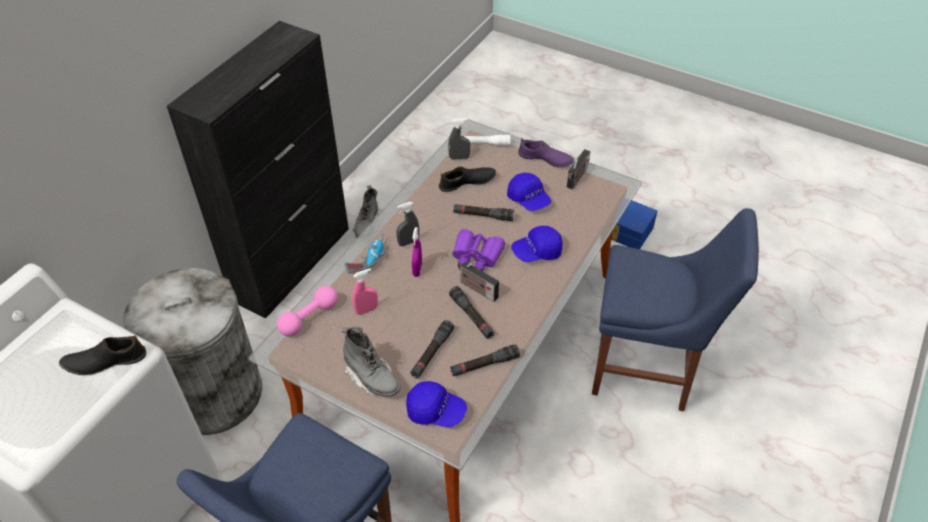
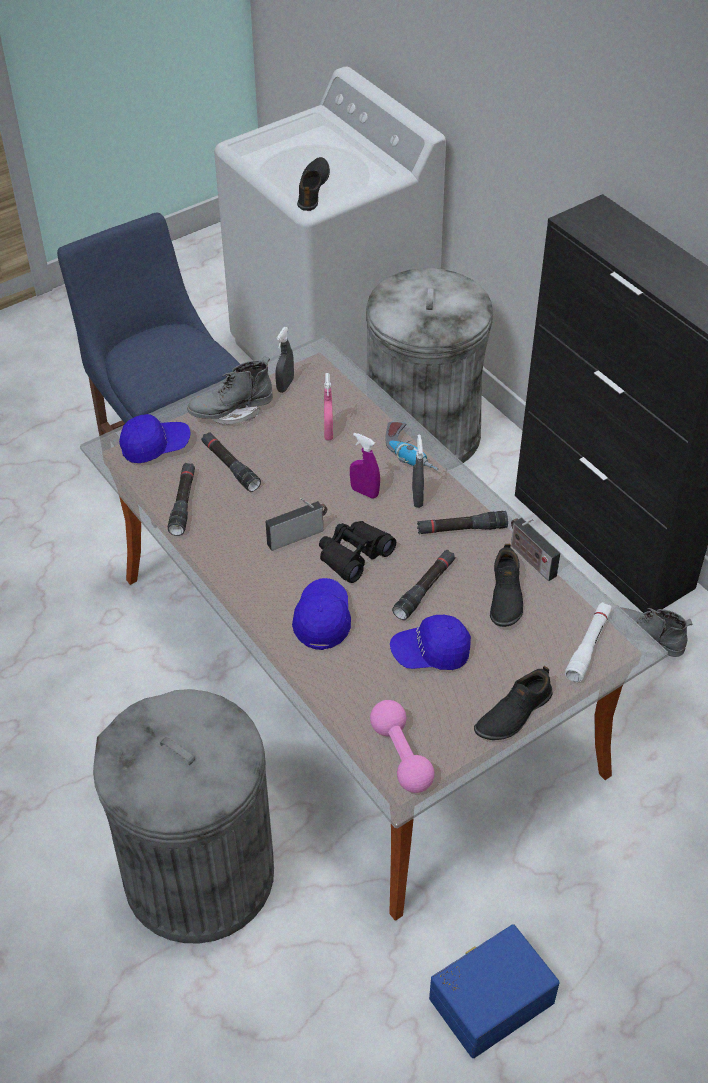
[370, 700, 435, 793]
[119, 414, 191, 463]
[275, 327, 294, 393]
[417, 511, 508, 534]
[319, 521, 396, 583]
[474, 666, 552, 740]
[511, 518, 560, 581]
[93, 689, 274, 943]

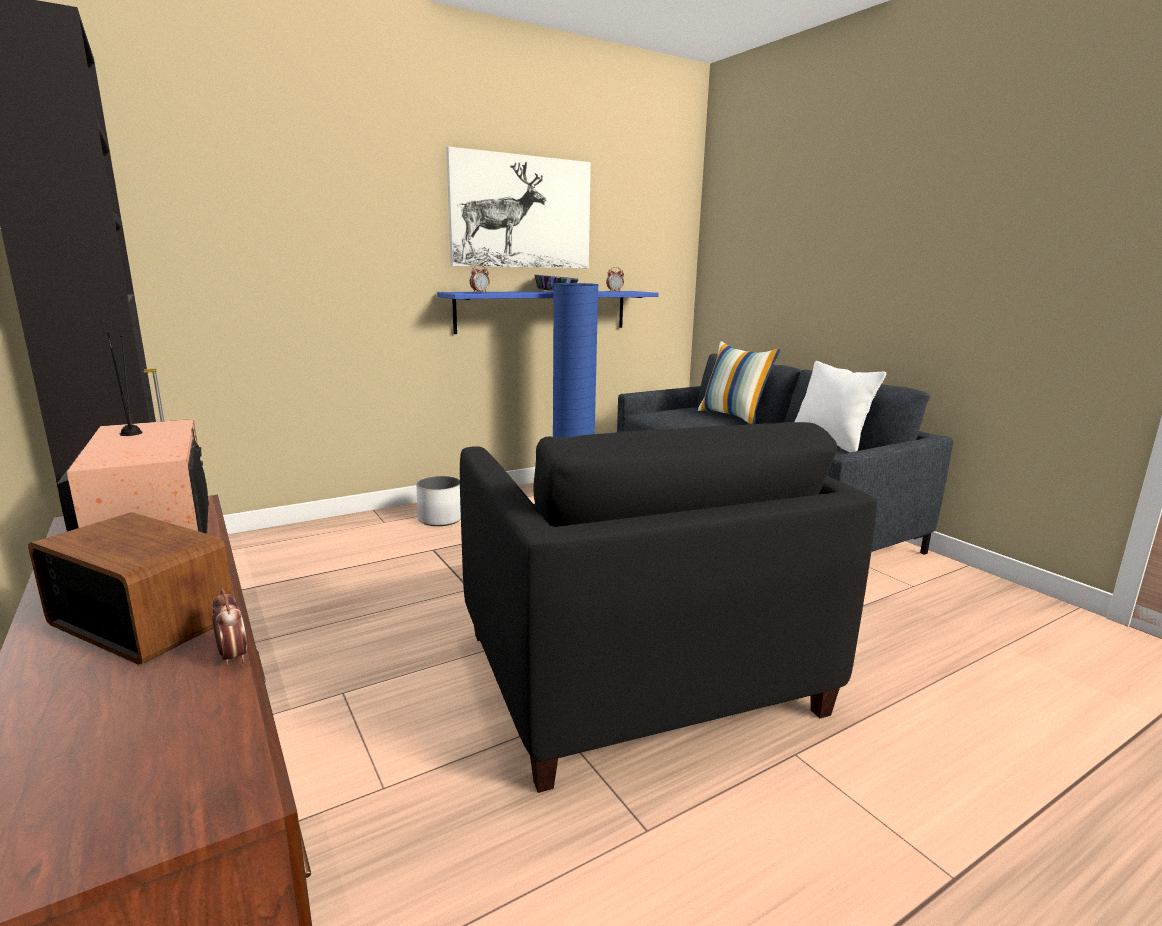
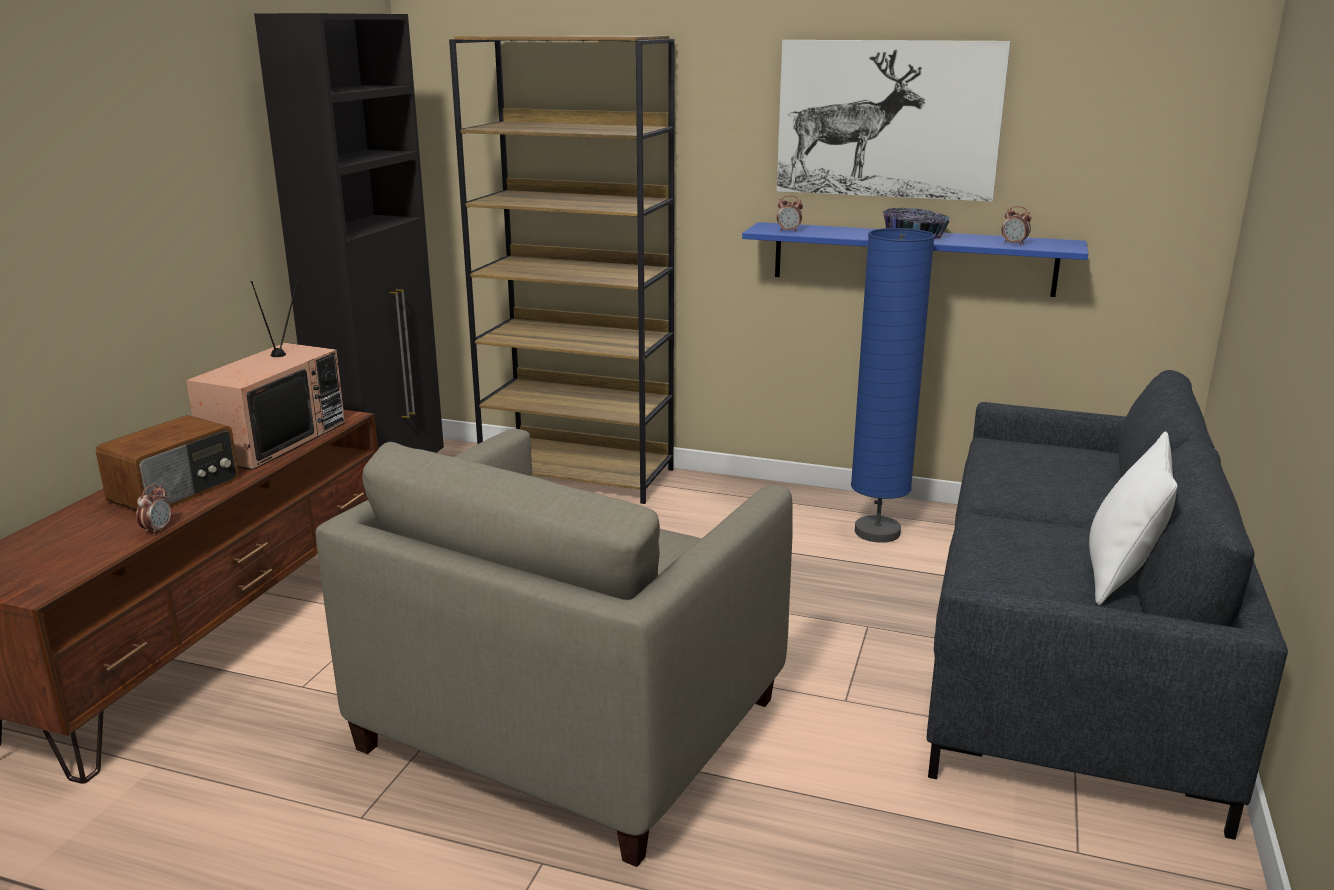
[96, 415, 239, 511]
[416, 476, 461, 526] (first image)
[316, 429, 793, 867]
[698, 341, 780, 424] (first image)
[449, 35, 675, 504]

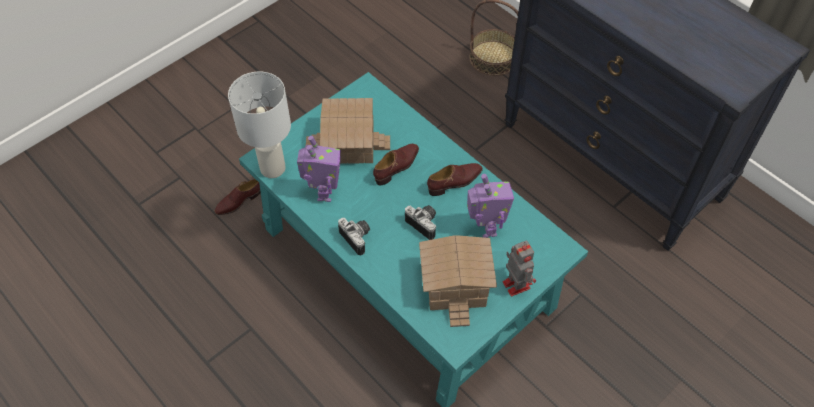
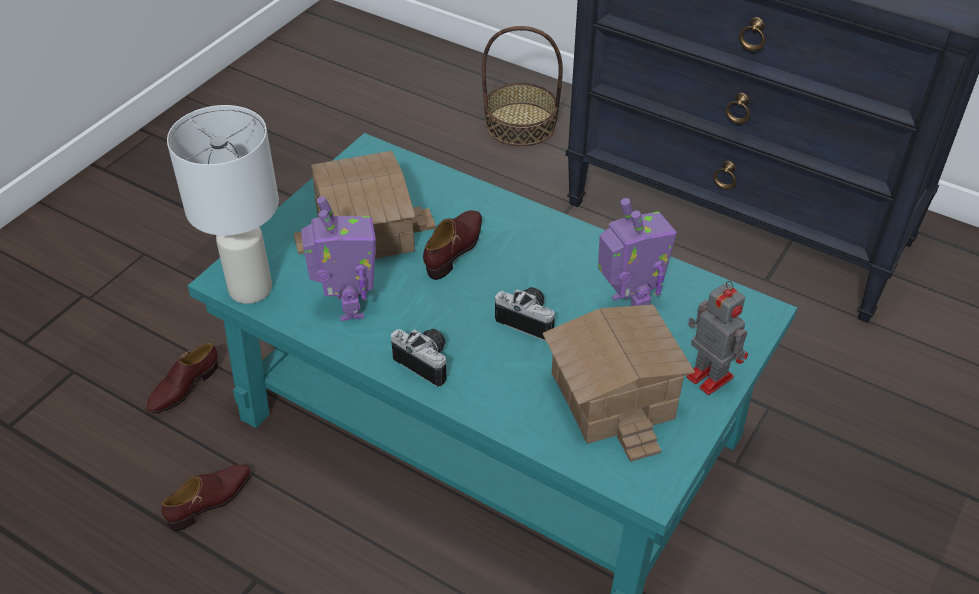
[162, 464, 252, 531]

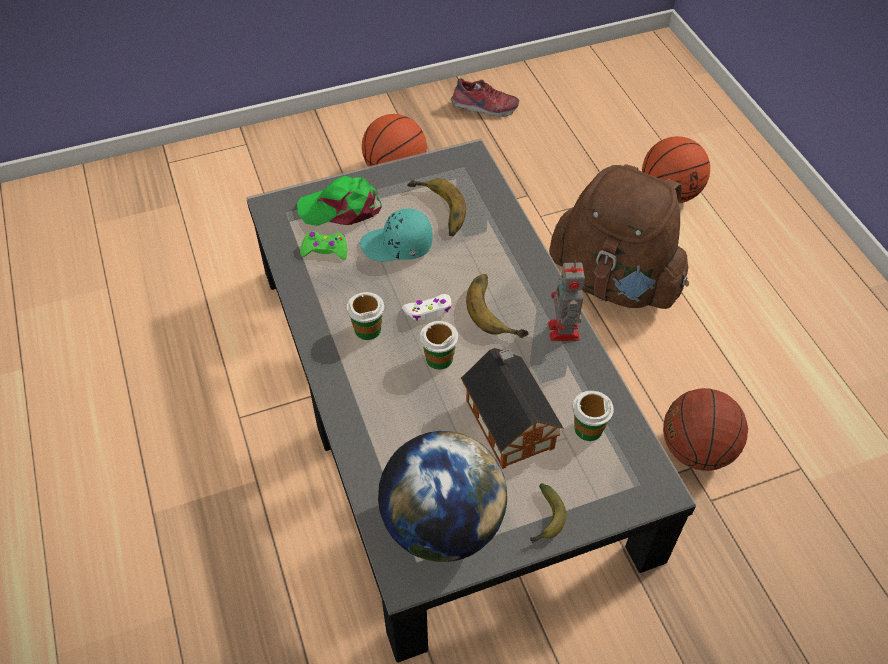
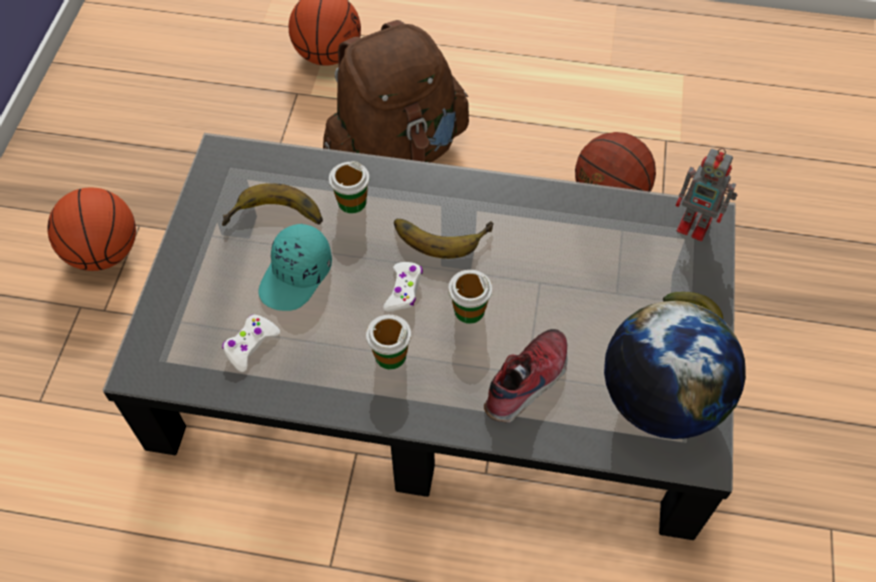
[297, 176, 382, 226] (first image)
[222, 314, 280, 372]
[484, 329, 568, 423]
[461, 348, 564, 469] (first image)
[675, 148, 737, 241]
[329, 161, 369, 214]

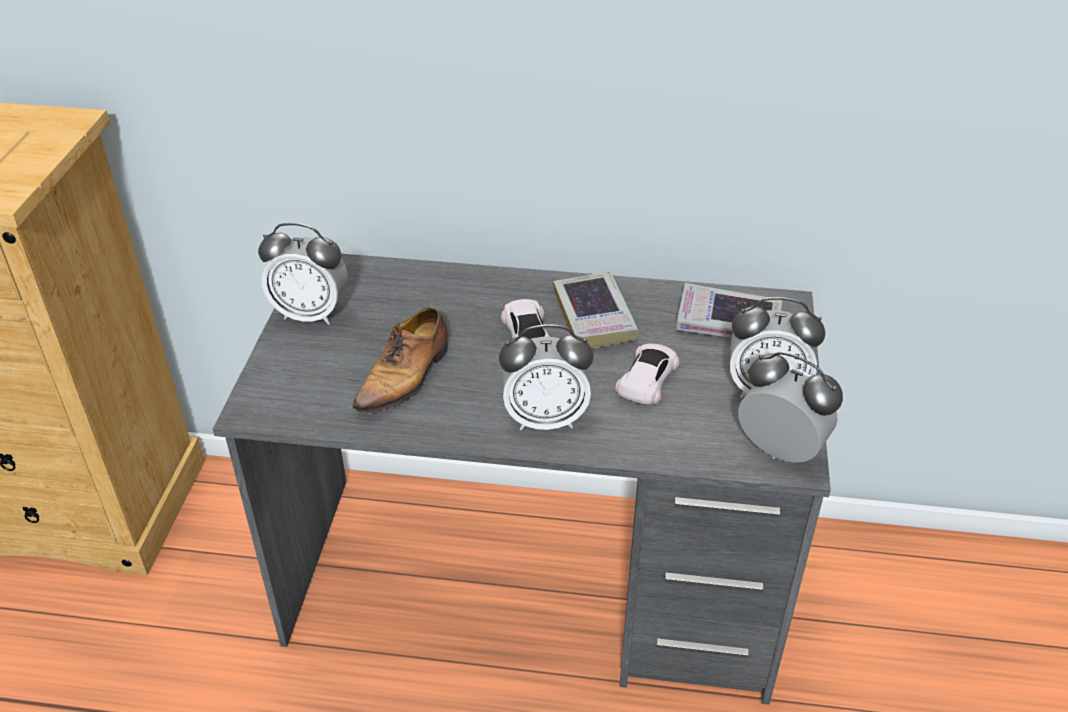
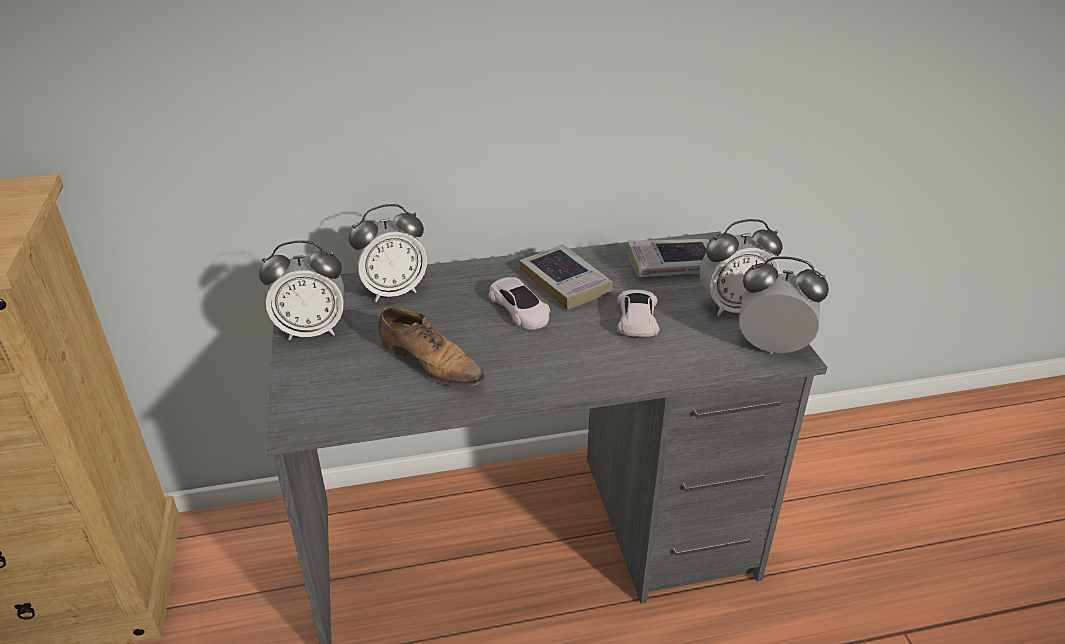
[378, 306, 485, 386]
[349, 204, 427, 302]

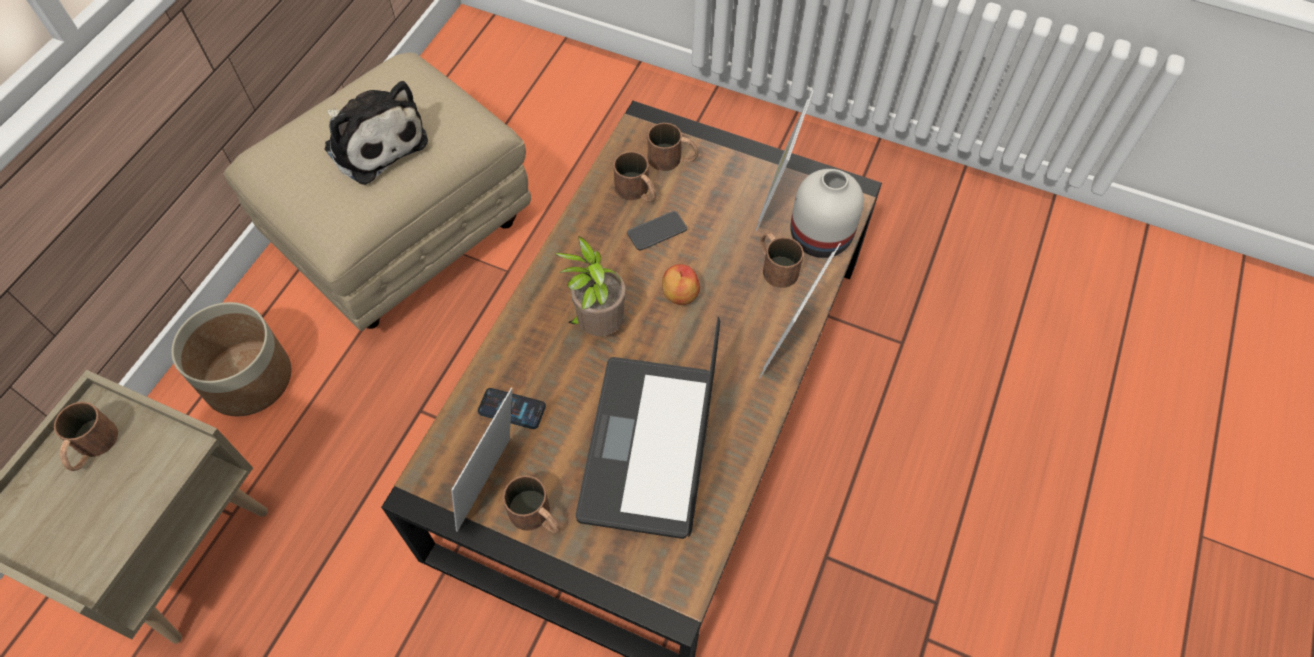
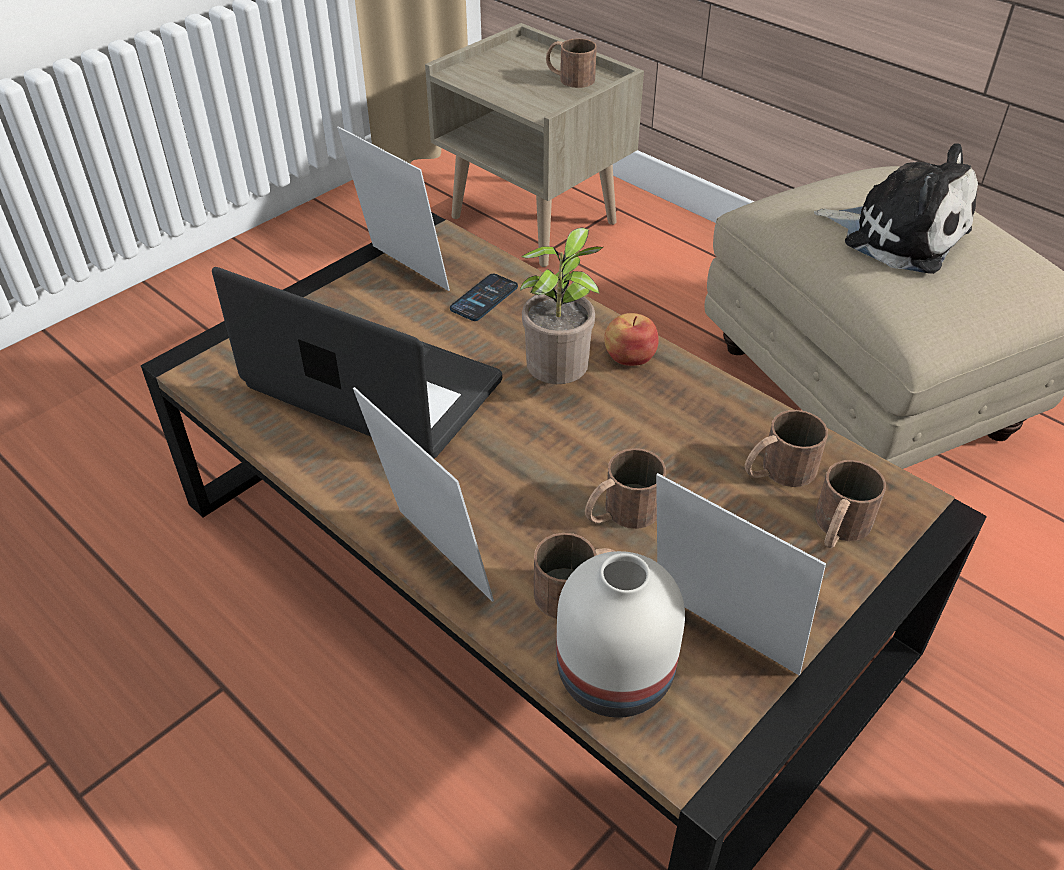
[171, 302, 291, 416] (first image)
[814, 143, 978, 274]
[585, 448, 666, 529]
[627, 211, 687, 251] (first image)
[604, 313, 659, 366]

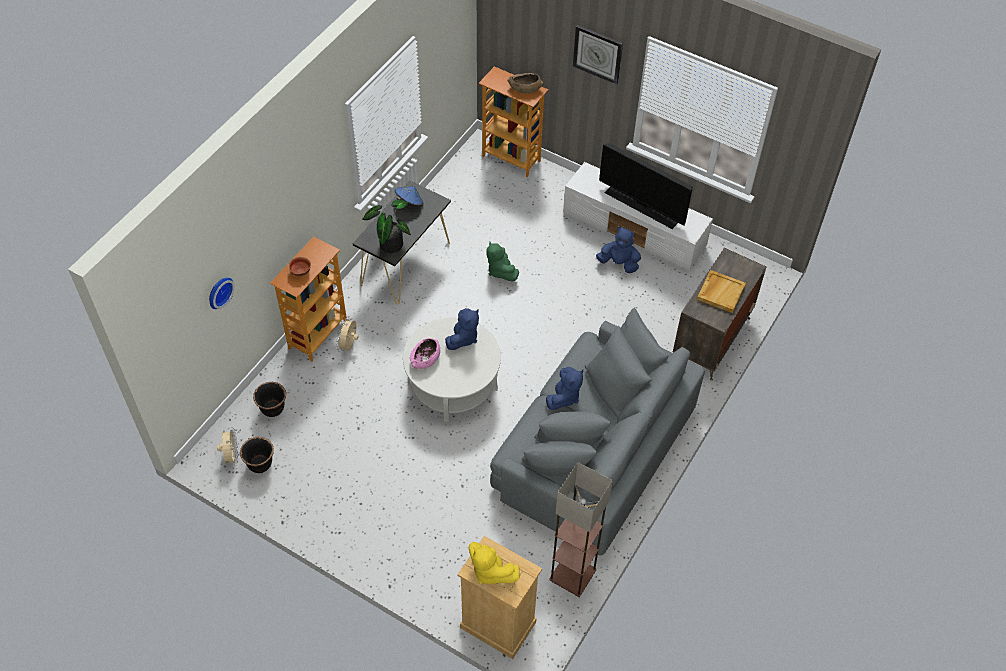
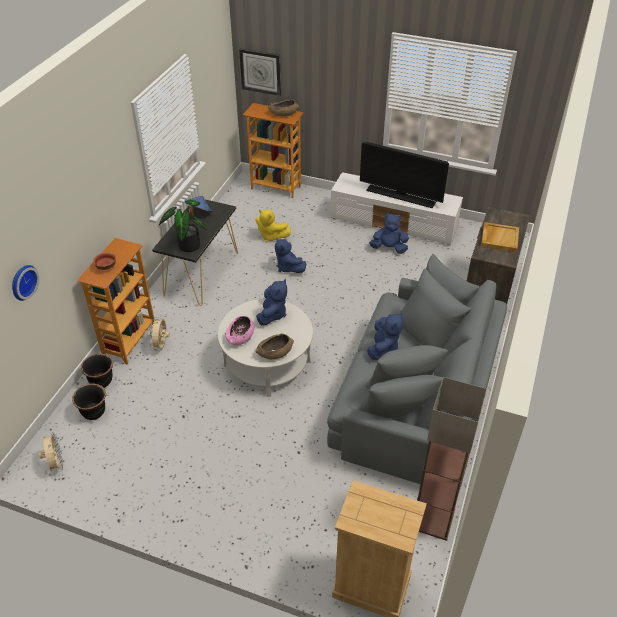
[81, 353, 113, 388]
[255, 209, 291, 242]
[275, 239, 306, 273]
[239, 48, 281, 96]
[256, 334, 294, 359]

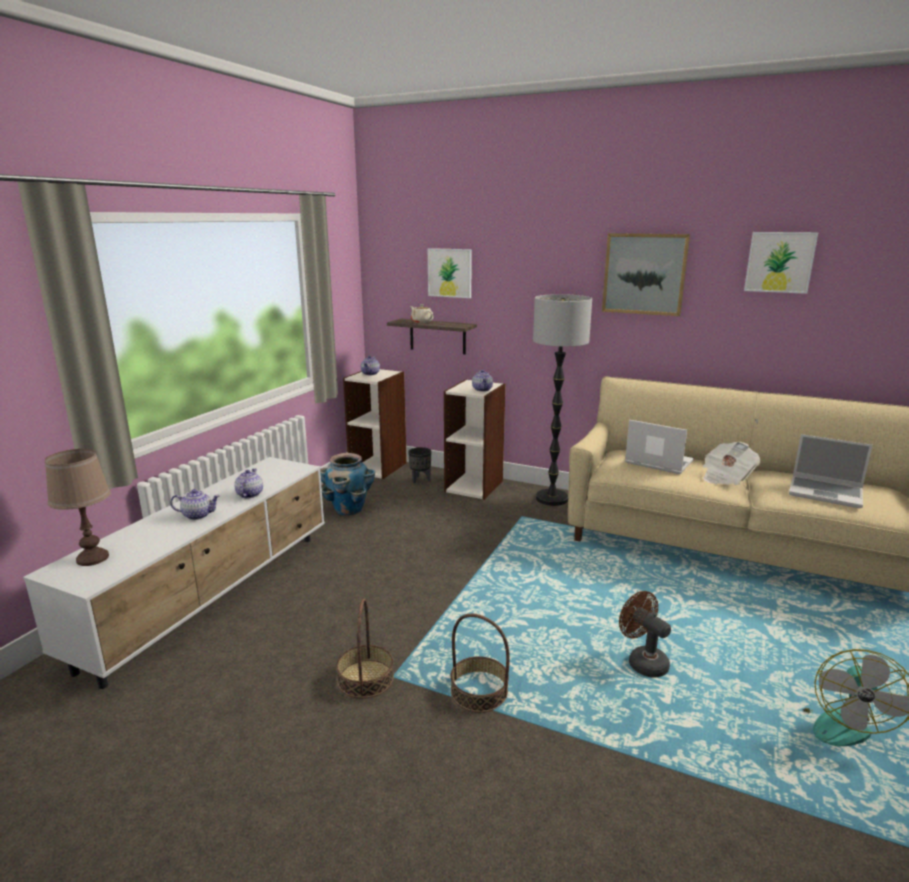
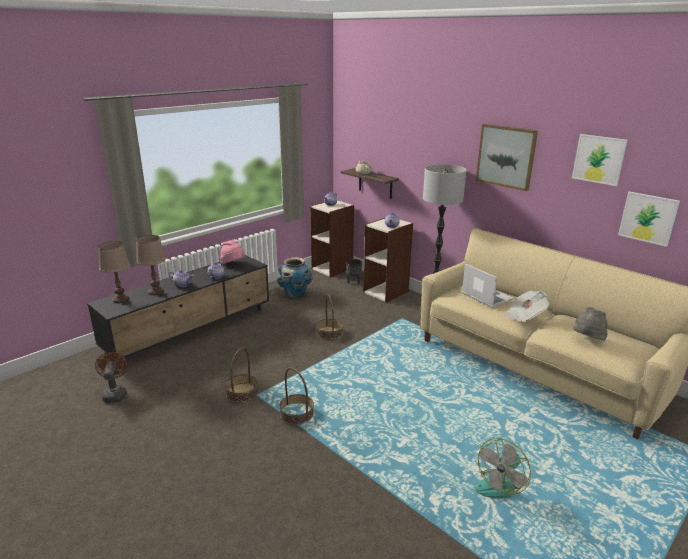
[87, 255, 270, 362]
[618, 192, 680, 247]
[95, 352, 128, 403]
[573, 307, 607, 341]
[136, 235, 166, 295]
[221, 240, 245, 264]
[316, 294, 343, 340]

